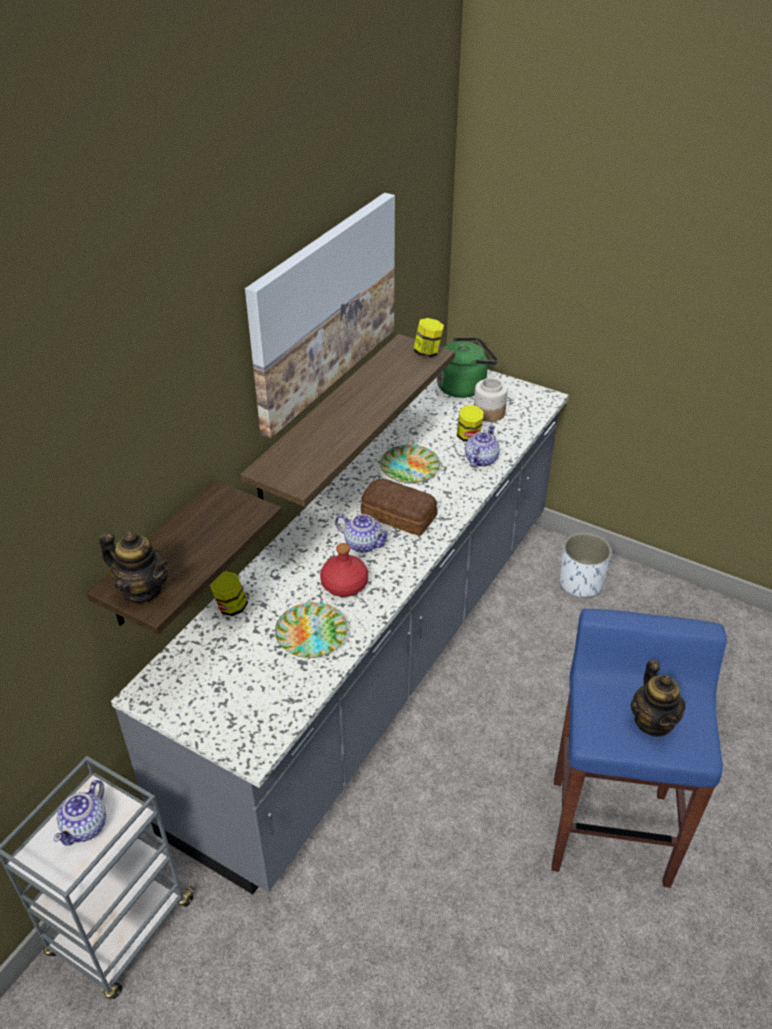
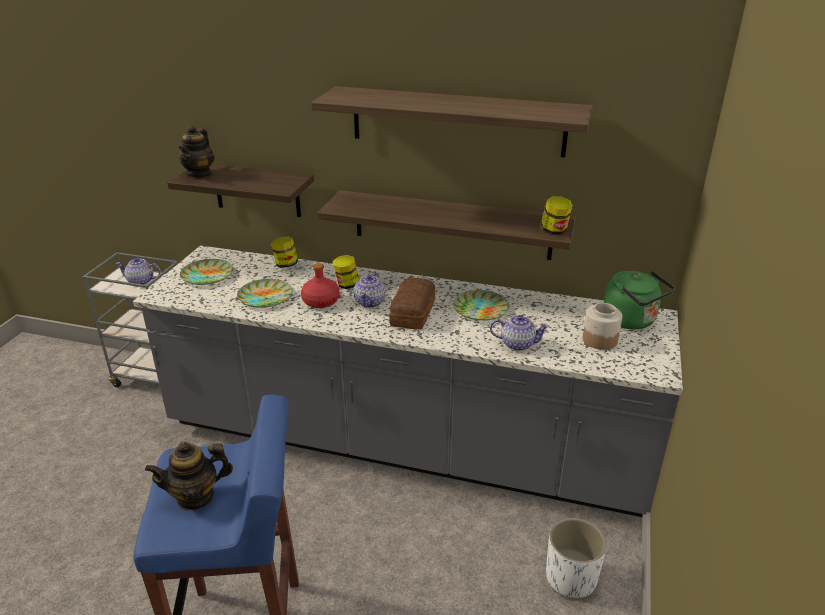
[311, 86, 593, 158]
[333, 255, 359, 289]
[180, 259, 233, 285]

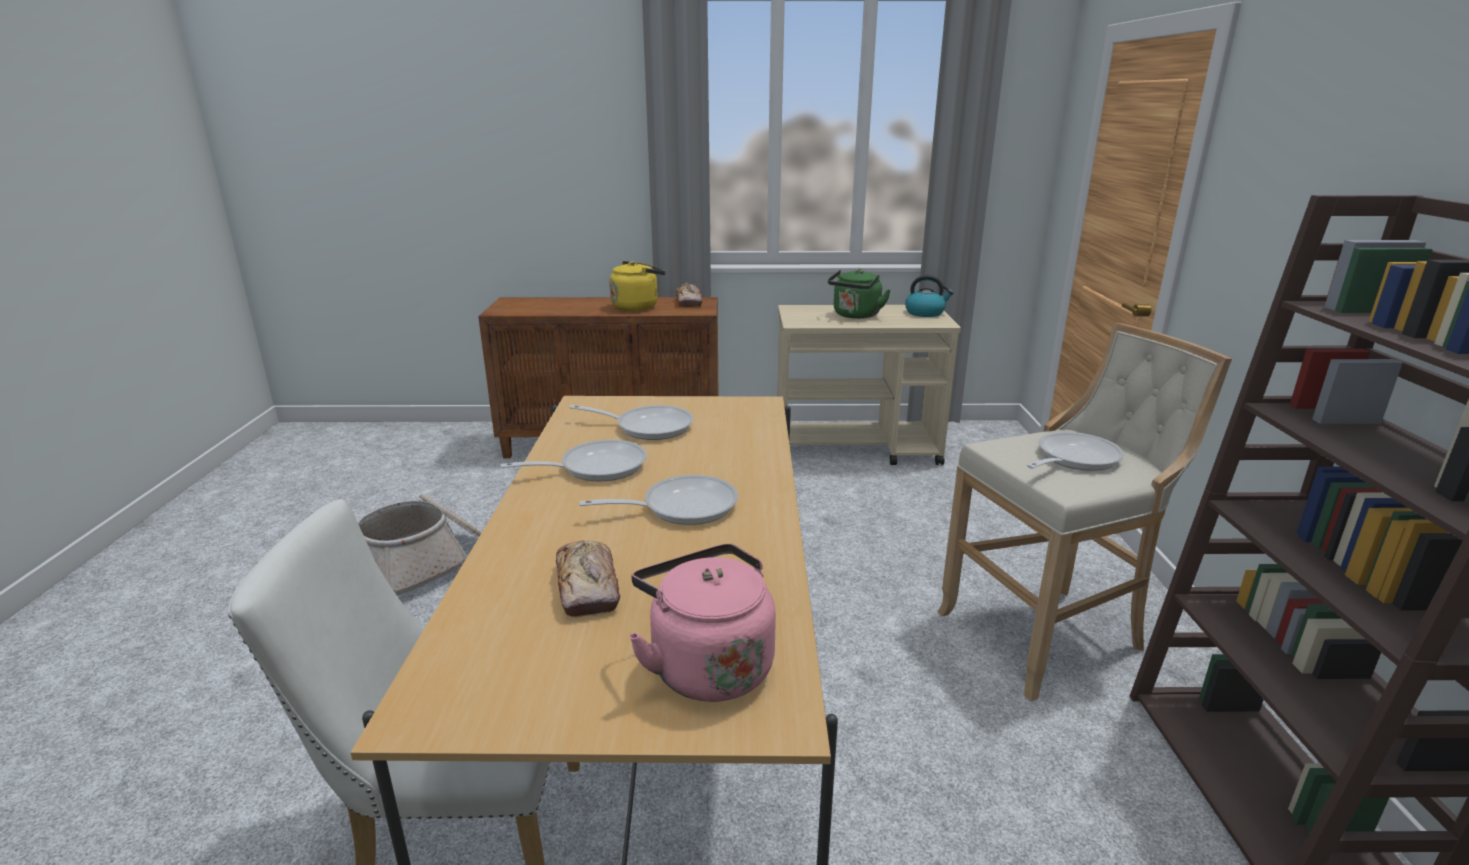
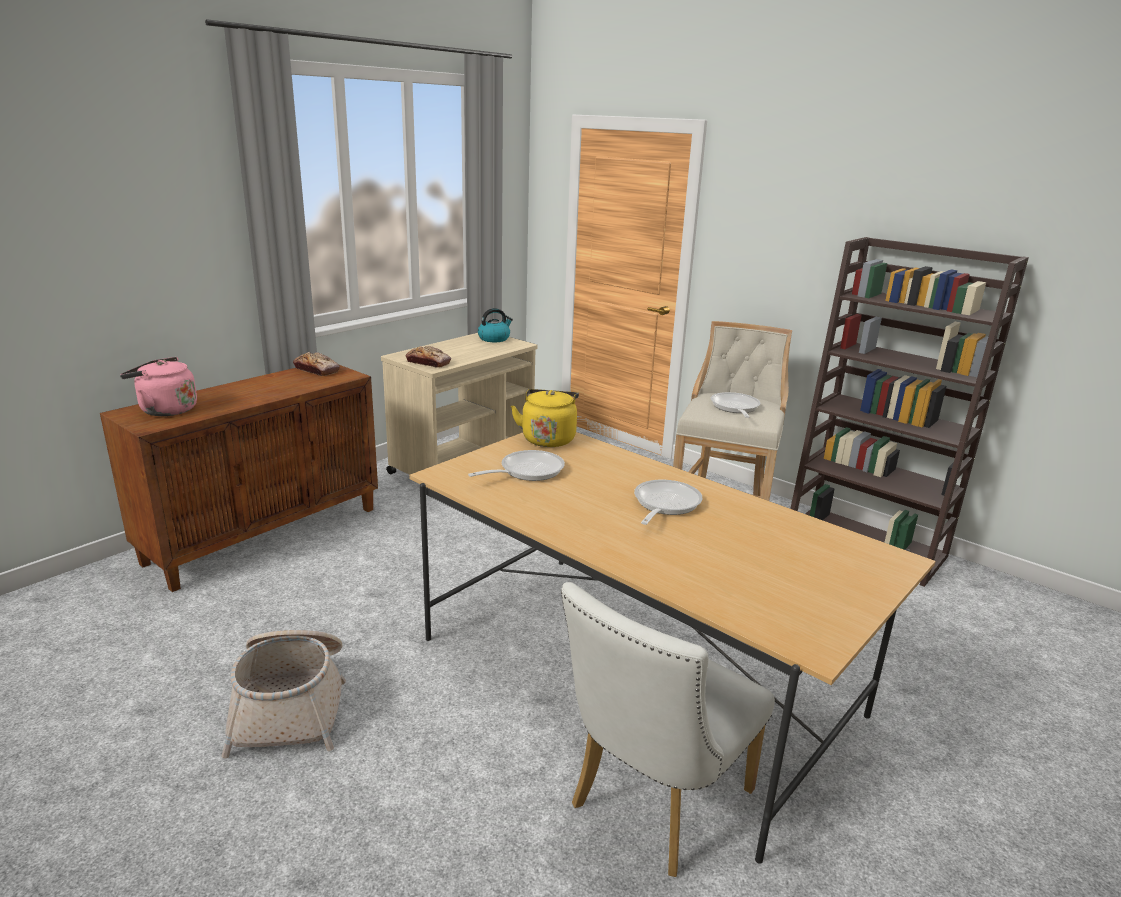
[500, 440, 647, 481] (first image)
[406, 346, 451, 367]
[511, 389, 579, 447]
[120, 357, 197, 416]
[828, 269, 891, 319] (first image)

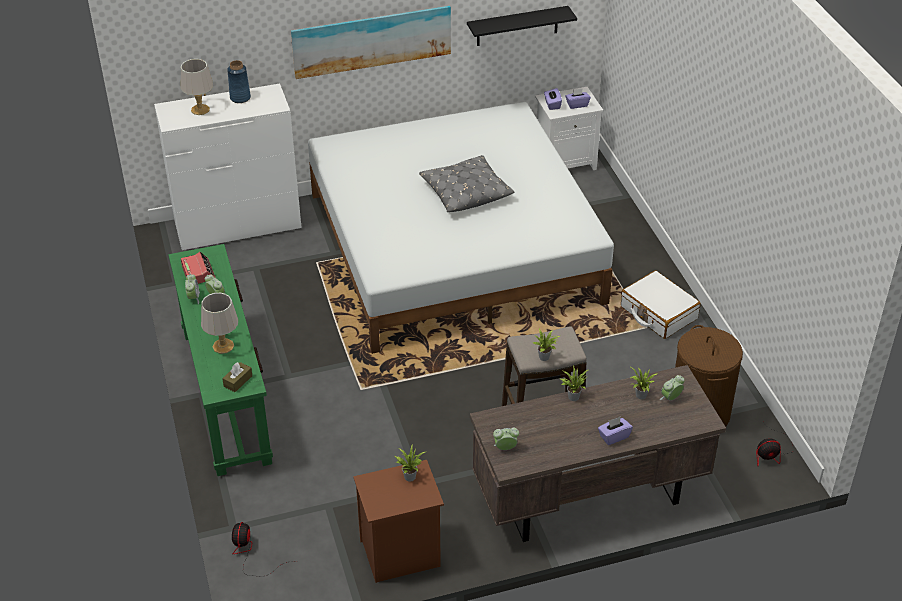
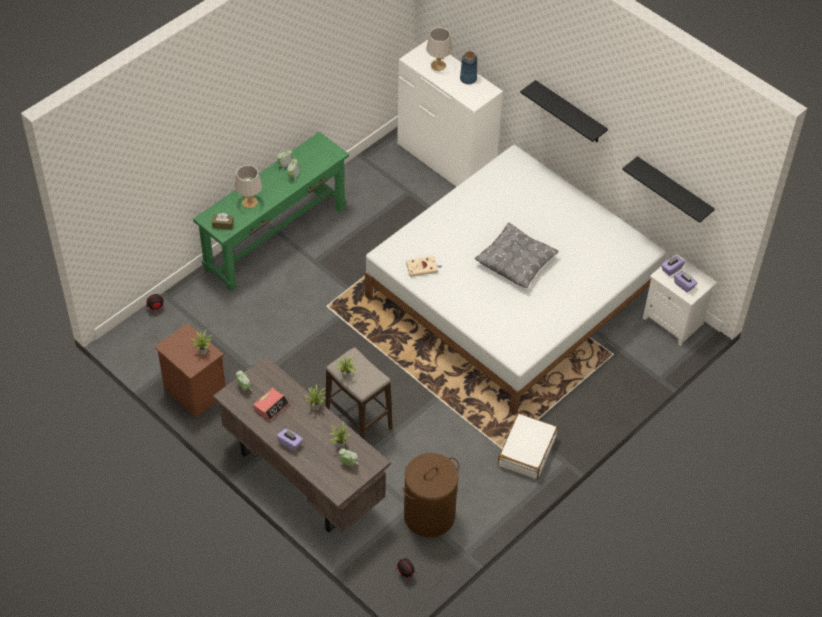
[253, 388, 289, 421]
[520, 80, 608, 142]
[406, 256, 442, 277]

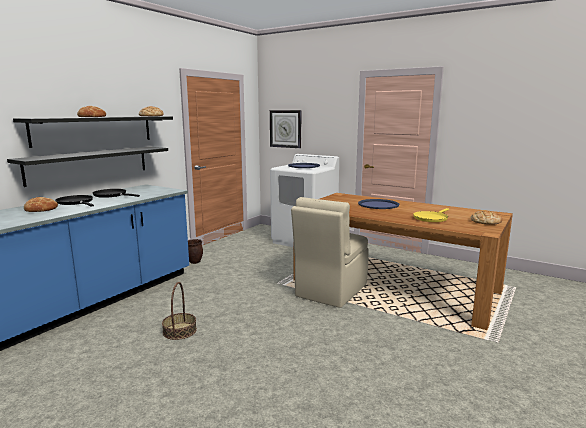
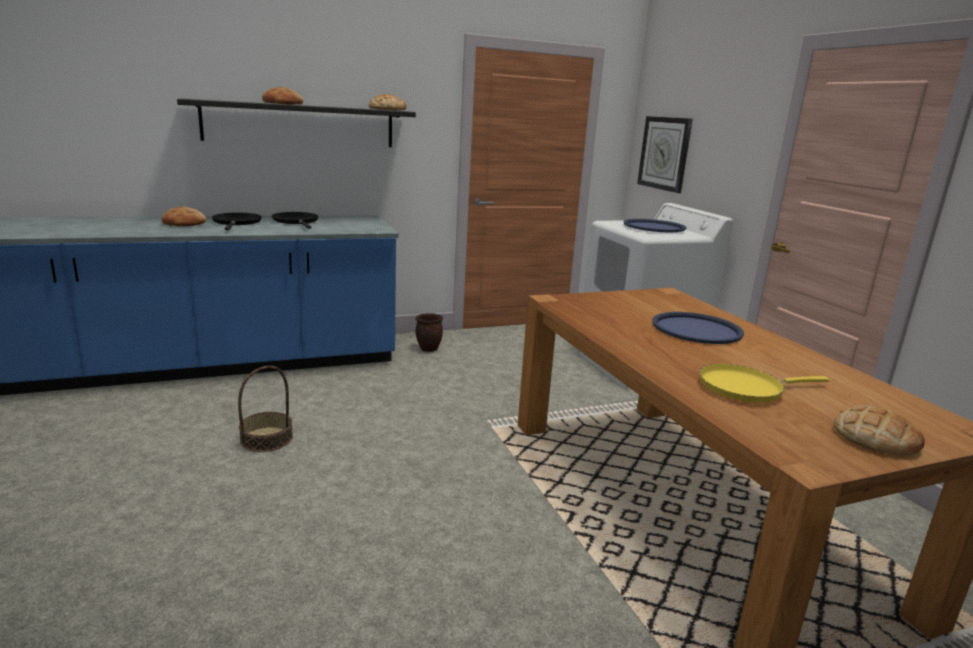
[7, 147, 168, 187] (first image)
[291, 197, 369, 308] (first image)

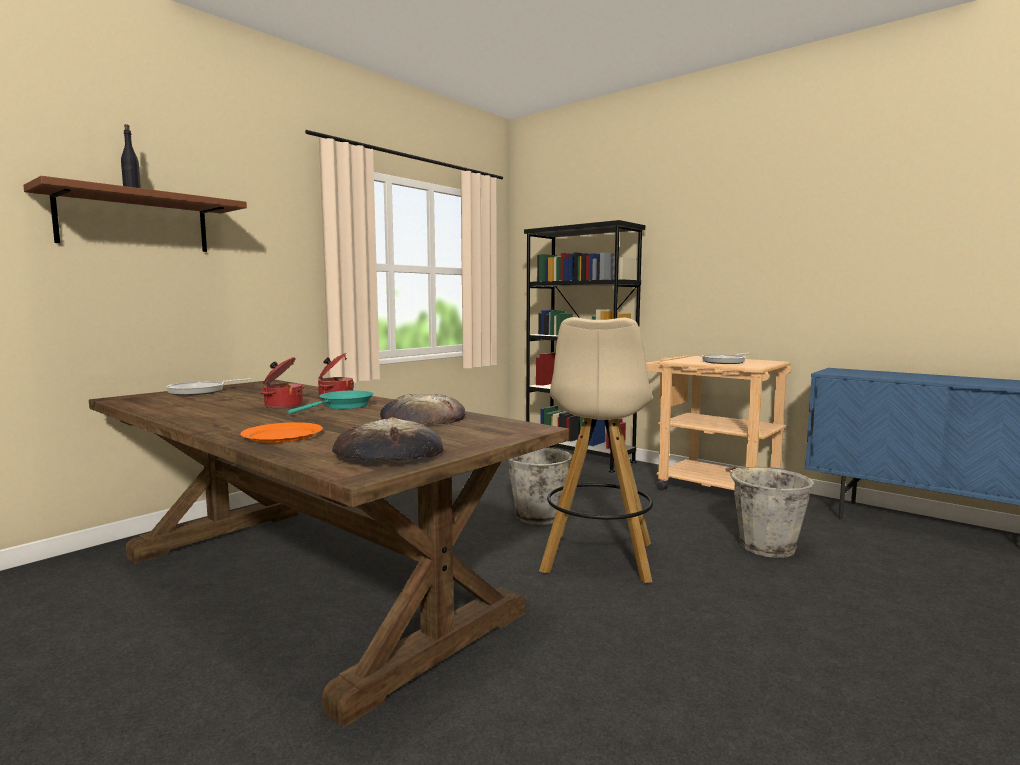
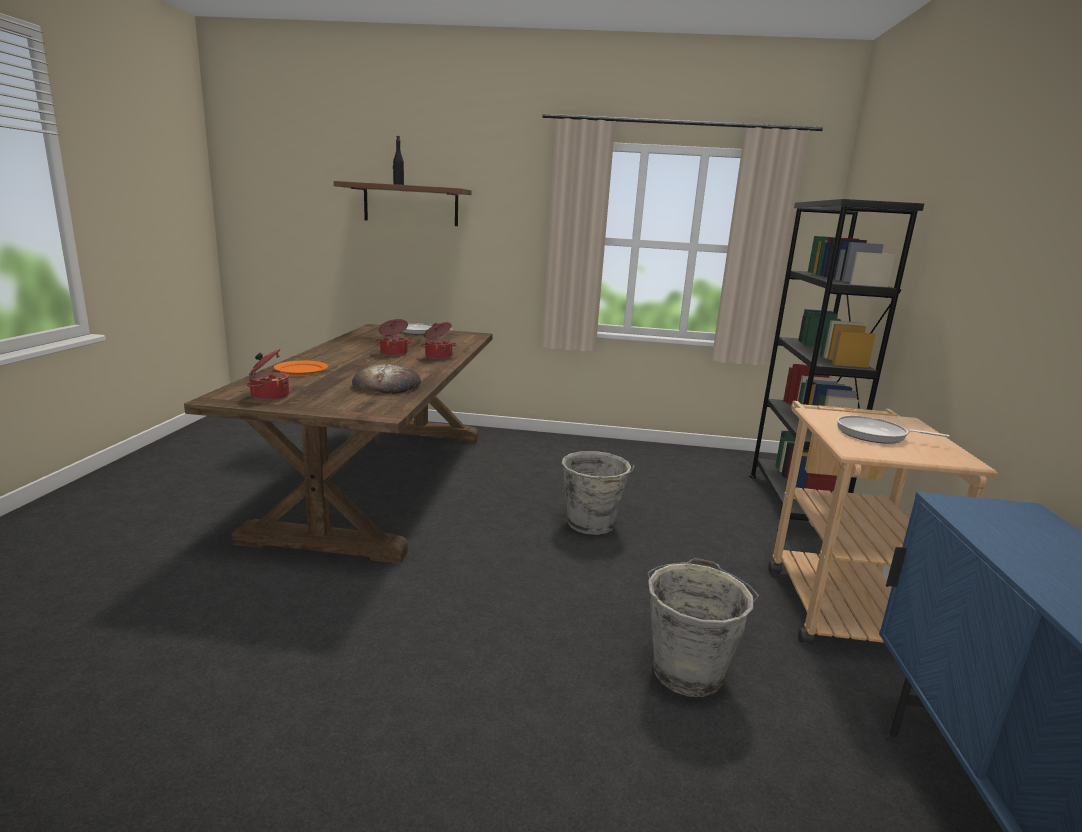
[288, 391, 374, 415] (first image)
[247, 349, 290, 400]
[539, 317, 653, 583] (first image)

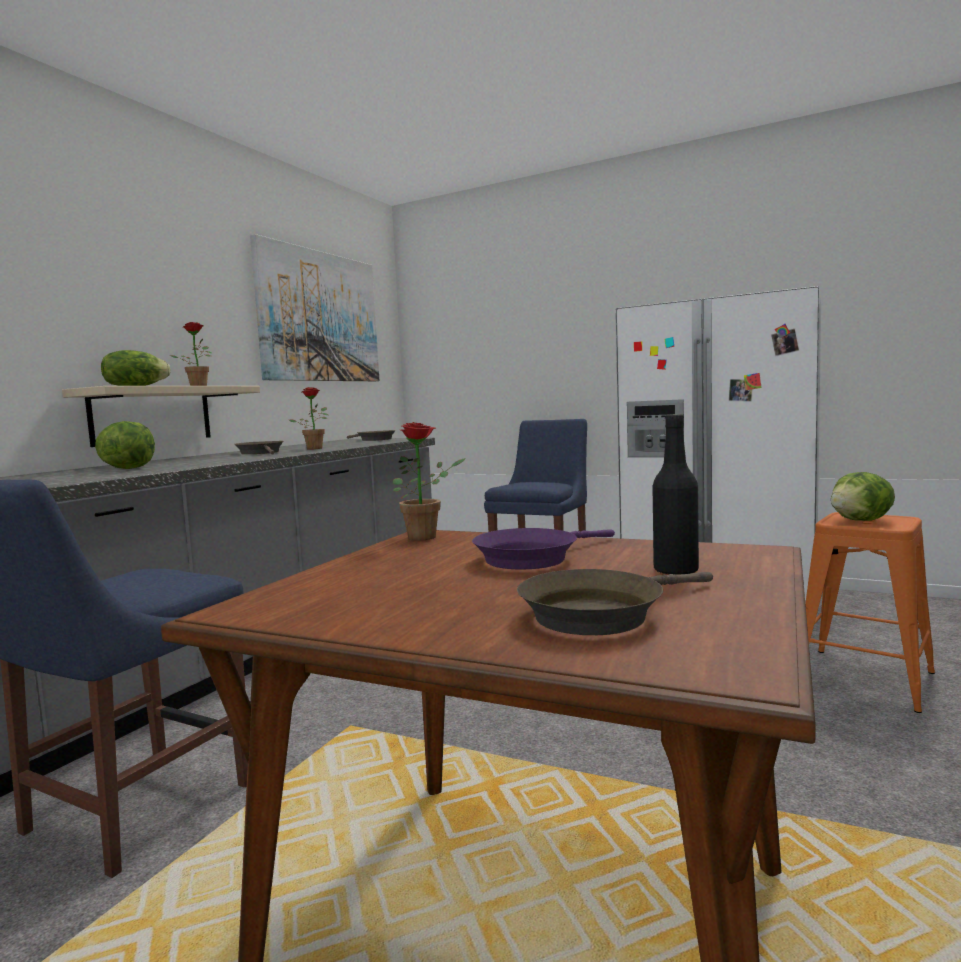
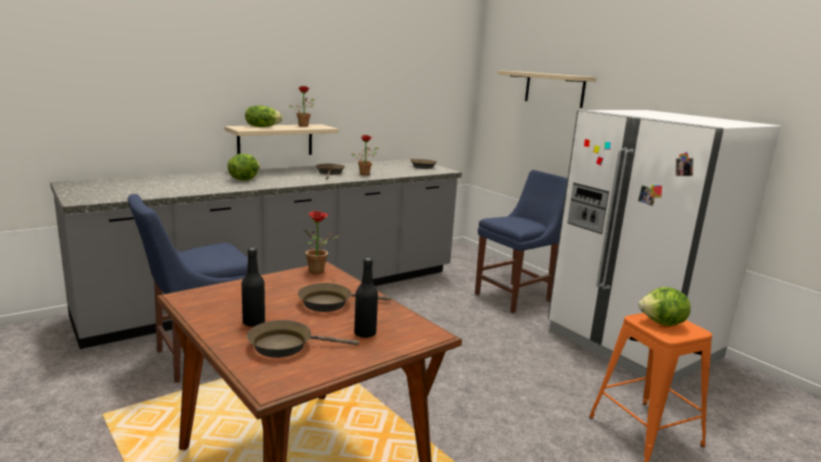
[250, 234, 380, 381] (first image)
[298, 283, 391, 312]
[242, 248, 265, 327]
[498, 70, 596, 108]

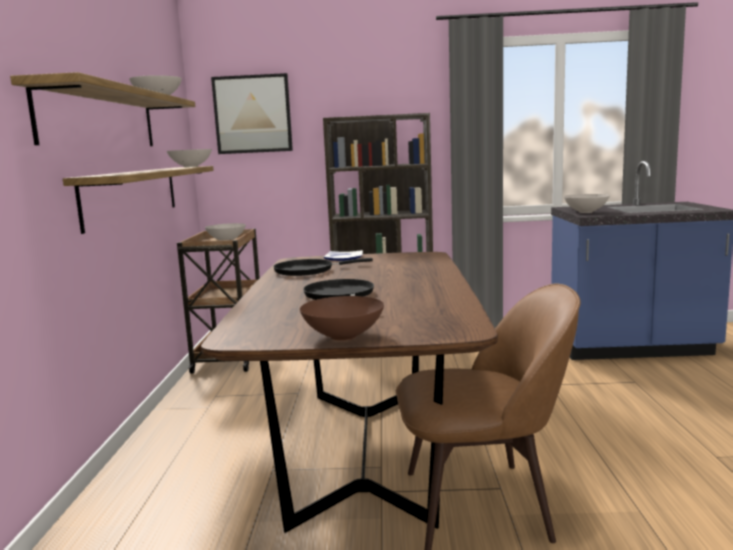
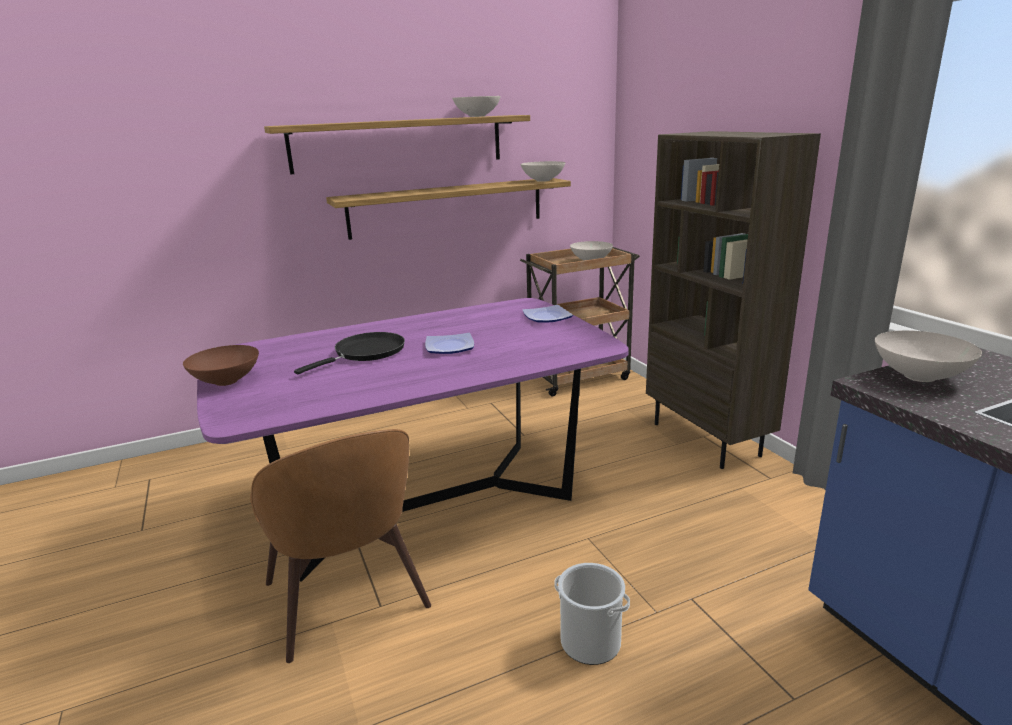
[197, 298, 629, 582]
[211, 73, 293, 154] (first image)
[273, 258, 373, 276] (first image)
[425, 333, 474, 354]
[554, 563, 630, 665]

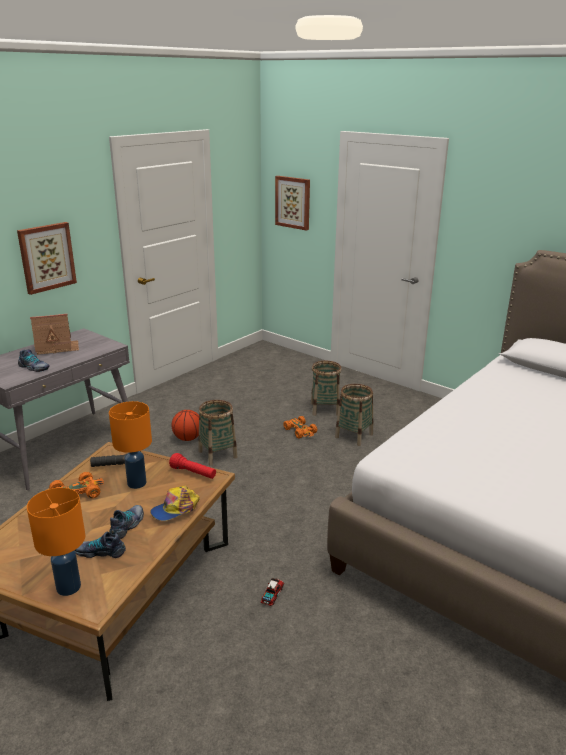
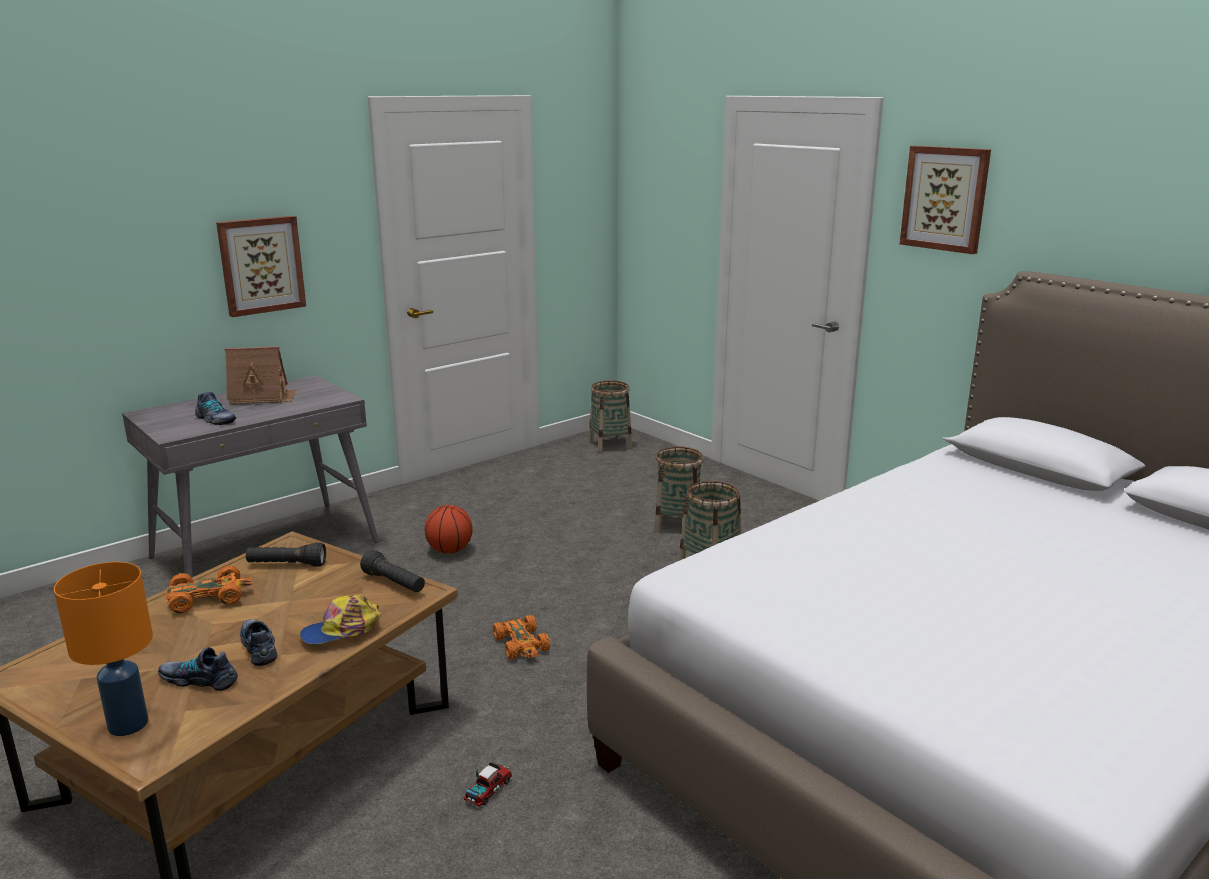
[109, 401, 152, 489] (first image)
[240, 619, 278, 666]
[360, 550, 425, 592]
[589, 380, 632, 452]
[900, 146, 991, 254]
[493, 615, 550, 660]

